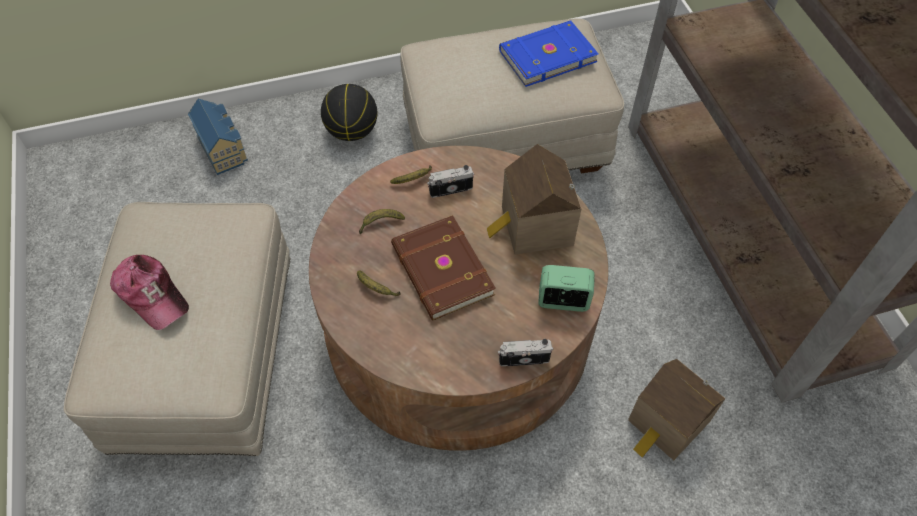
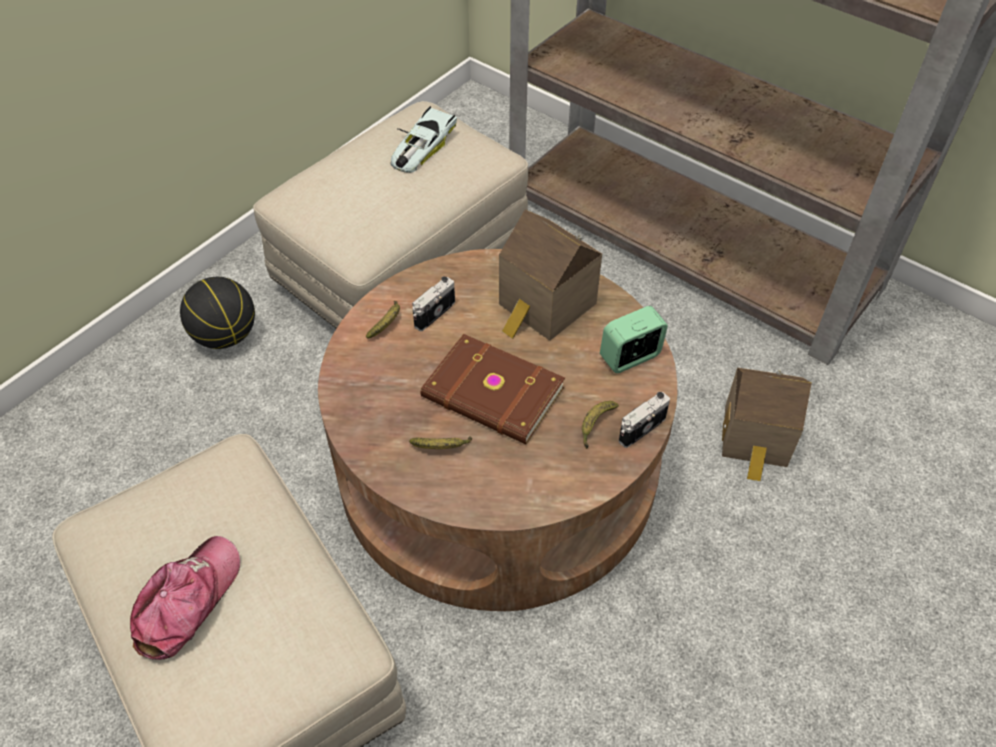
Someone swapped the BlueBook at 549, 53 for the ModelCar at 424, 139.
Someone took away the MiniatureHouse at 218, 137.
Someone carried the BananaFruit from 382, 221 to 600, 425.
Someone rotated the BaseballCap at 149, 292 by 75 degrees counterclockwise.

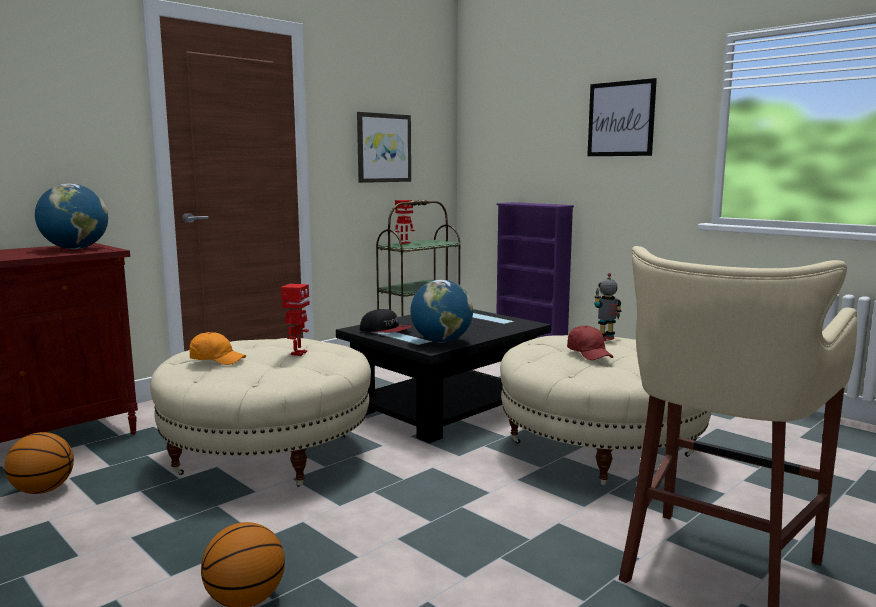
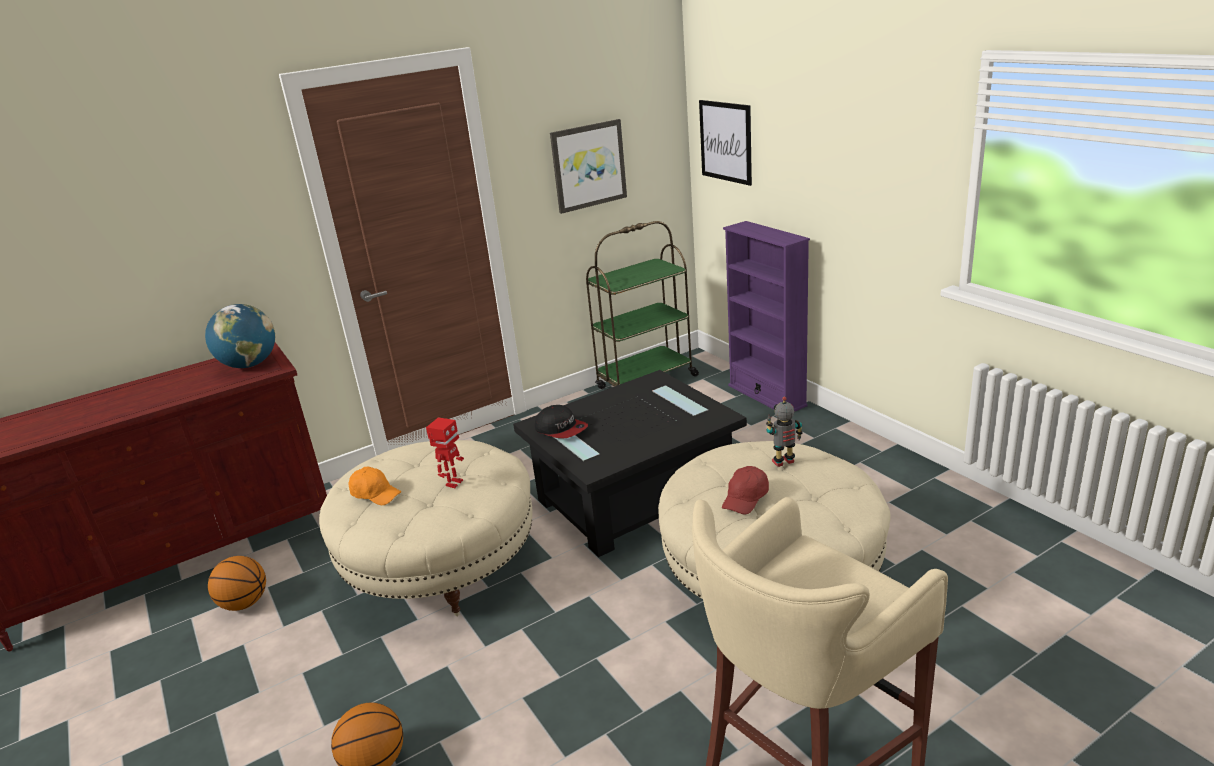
Someone carried the WallPicture from 622, 117 to 725, 143.
Someone took away the ToyRobot at 405, 222.
Someone took away the DeskGlobe at 441, 311.
Someone rotated the ReddishBaseballCap at 590, 343 by 45 degrees clockwise.

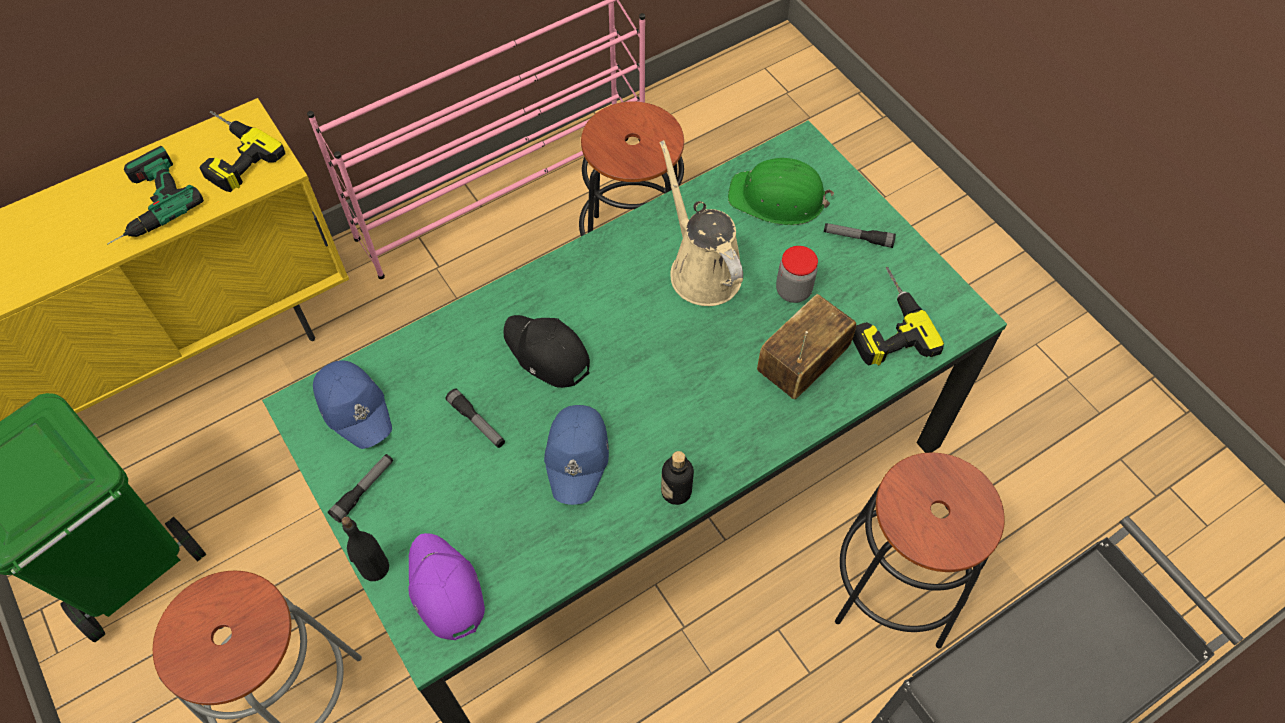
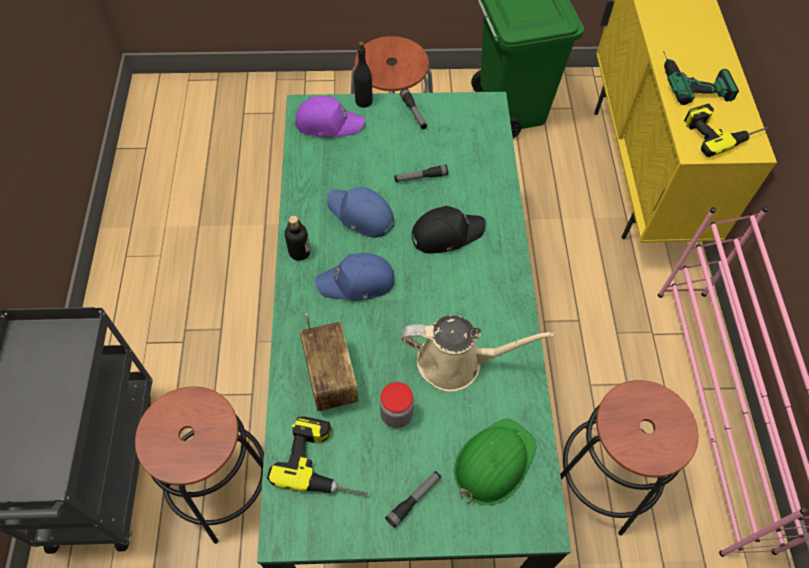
Someone carried the BlueBaseballCap from 352, 404 to 354, 277.

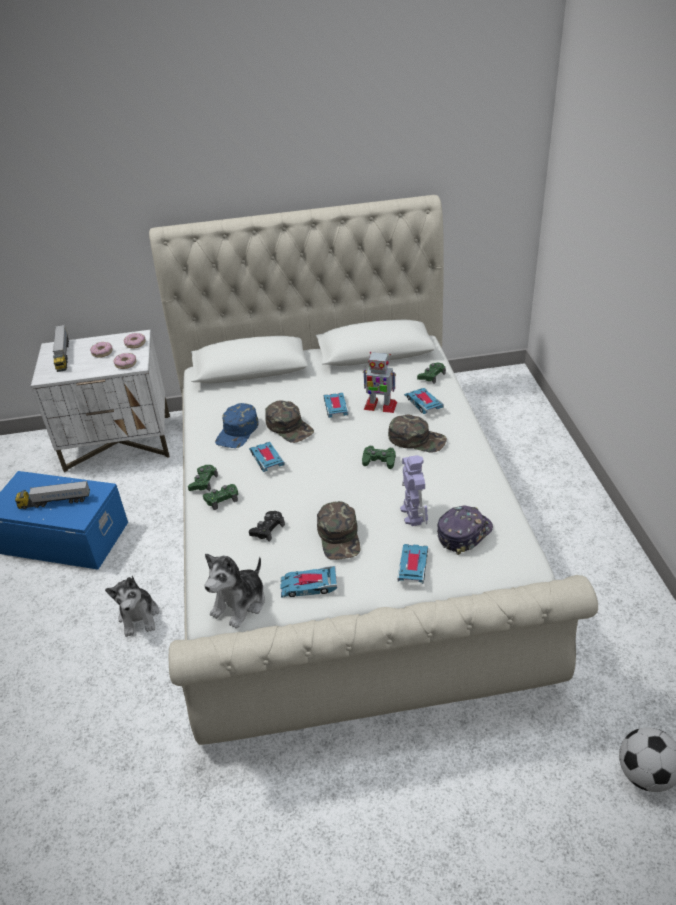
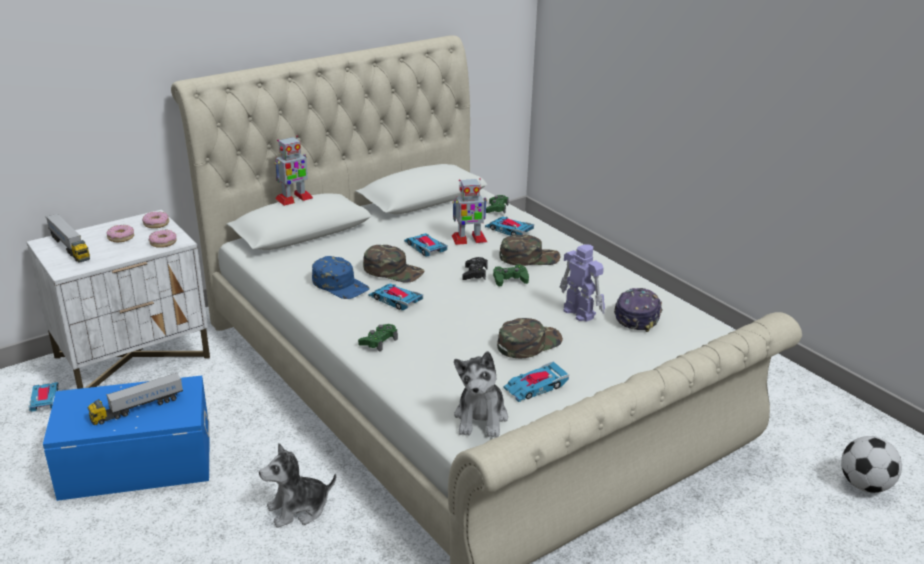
Someone rotated the BlueBaseballCap at 237, 425 by 45 degrees counterclockwise.
Someone took away the GreenJoypad at 203, 478.
Someone rotated the GreenBaseballCap at 338, 530 by 90 degrees counterclockwise.
Someone carried the BlackishJoypad from 267, 526 to 475, 268.
Someone carried the ModelCar from 412, 564 to 43, 397.
Someone rotated the CuddlyToy at 132, 606 by 105 degrees clockwise.
Someone put down the ToyRobot at 293, 171.

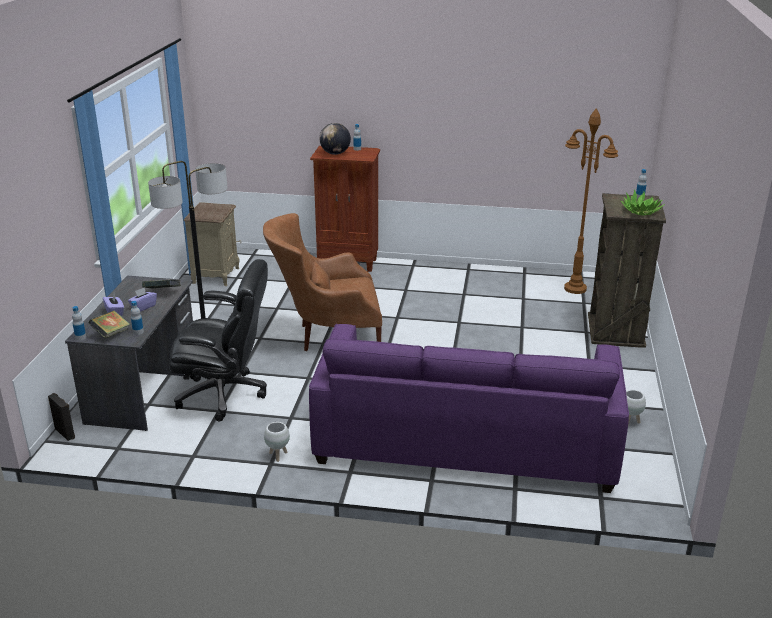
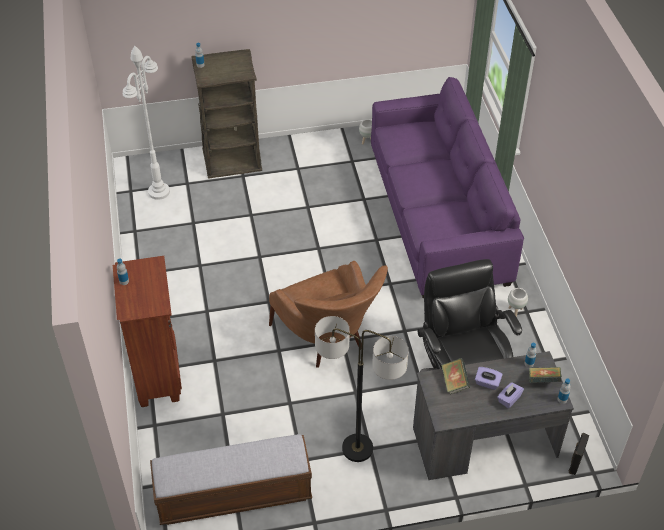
Someone repainted the BrownFloorLamp at 591, 201, which became the WhiteColouredFloorLamp at 146, 123.
Someone took away the DeskGlobe at 335, 139.
Someone took away the PlantInAPot at 643, 203.
Someone swapped the SandColouredBedsideTable at 212, 244 for the IndoorBench at 231, 479.

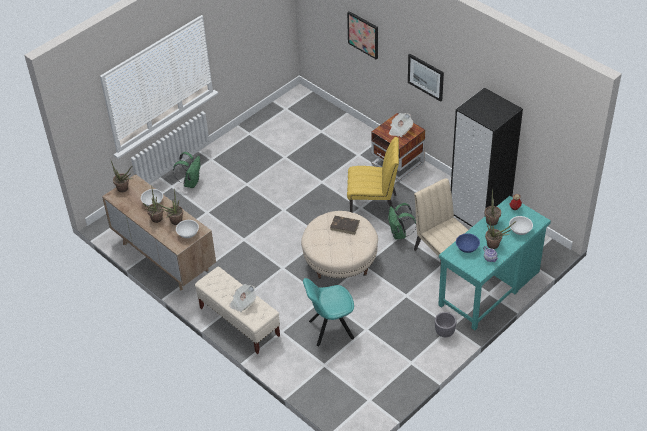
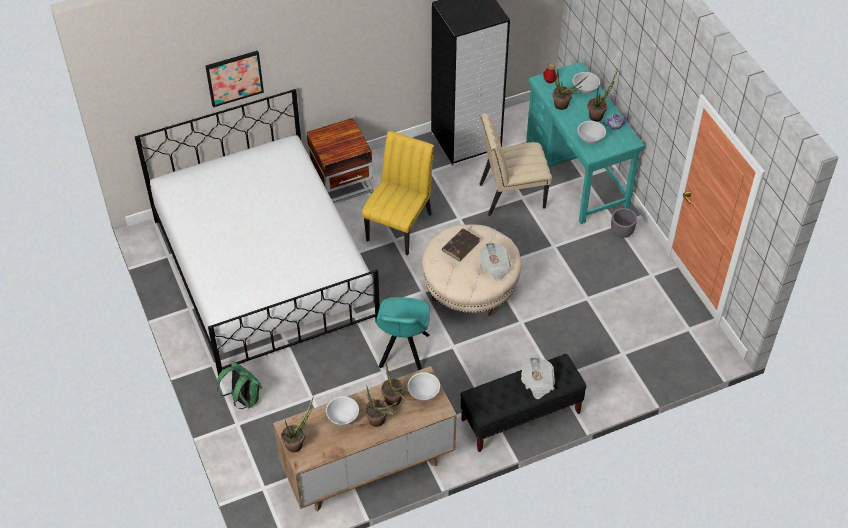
Someone took away the WallPicture at 426, 78.
Someone carried the DailyPaper from 401, 125 to 495, 261.
Someone took away the GreenRucksack at 402, 221.
Someone repainted the BlueDeepDish at 468, 243, which became the WhiteColouredDeepDish at 592, 132.
Someone repainted the SandColouredIndoorBench at 237, 310, which became the BlackishIndoorBench at 523, 403.
Someone carried the TurquoiseColouredUprightChair from 328, 312 to 403, 333.
Someone put down the WhiteColouredSleepingBed at 257, 232.

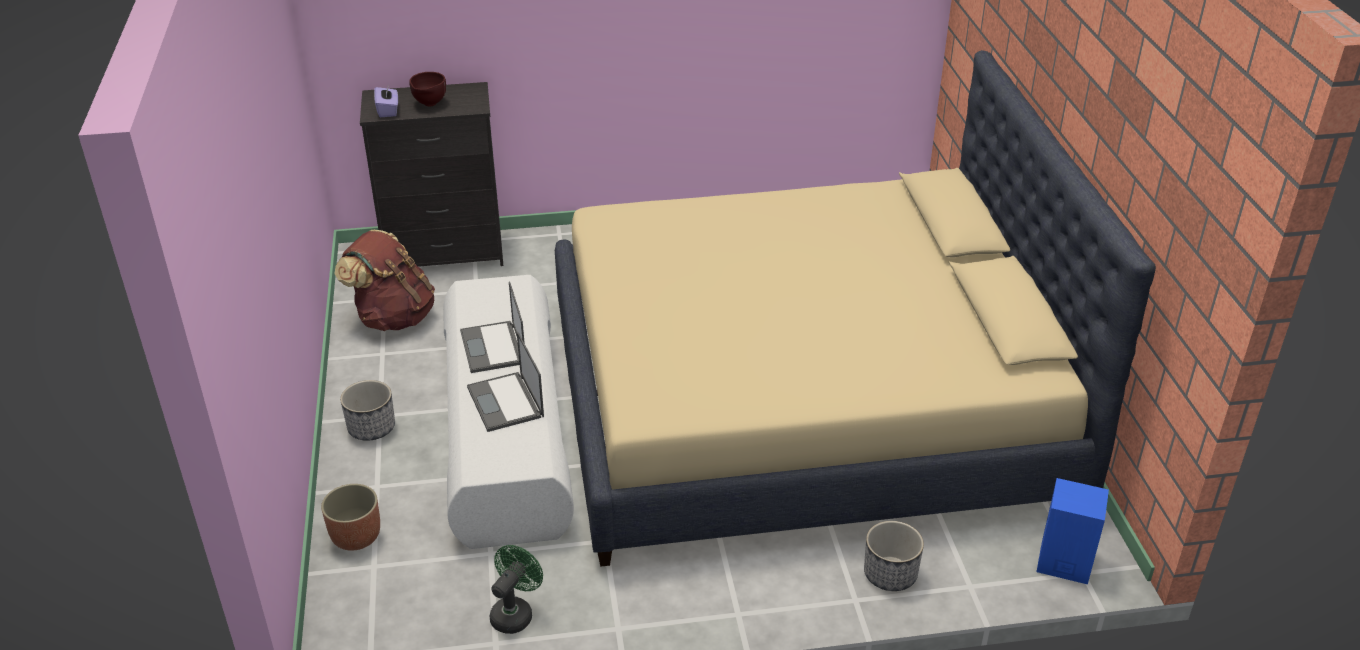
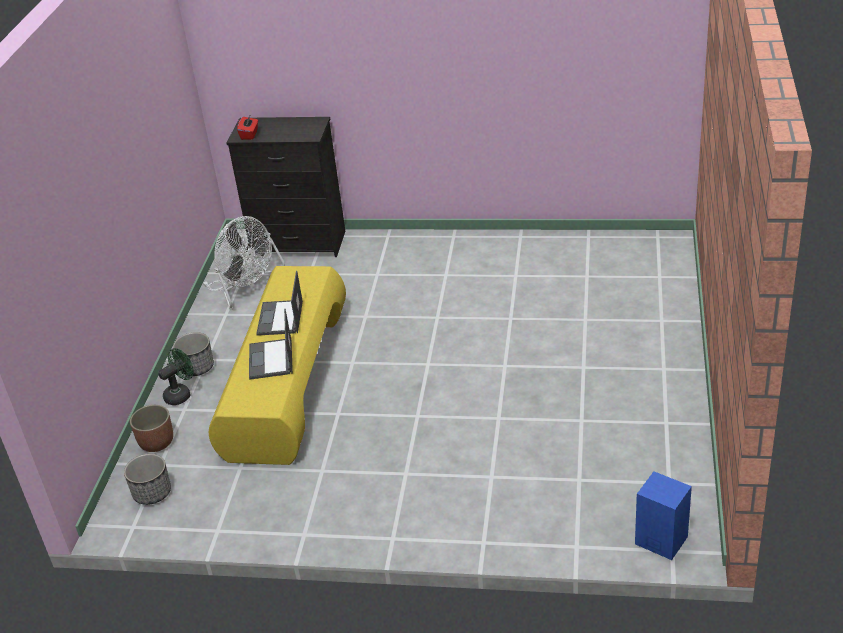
Someone took away the SandColouredSleepingBed at 855, 308.
Someone took away the BrownDeepDish at 427, 89.
Someone repainted the PurpleColouredTissueBox at 386, 101, which became the ReddishTissueBox at 247, 127.
Someone swapped the BrownRucksack at 384, 280 for the WhiteColouredCoolingFan at 244, 263.
Someone repainted the WhiteColouredIndoorBench at 508, 412, which became the YellowishIndoorBench at 277, 365.
Someone carried the PlantPot from 894, 556 to 147, 479.
Someone carried the GreenCoolingFan from 516, 589 to 176, 376.

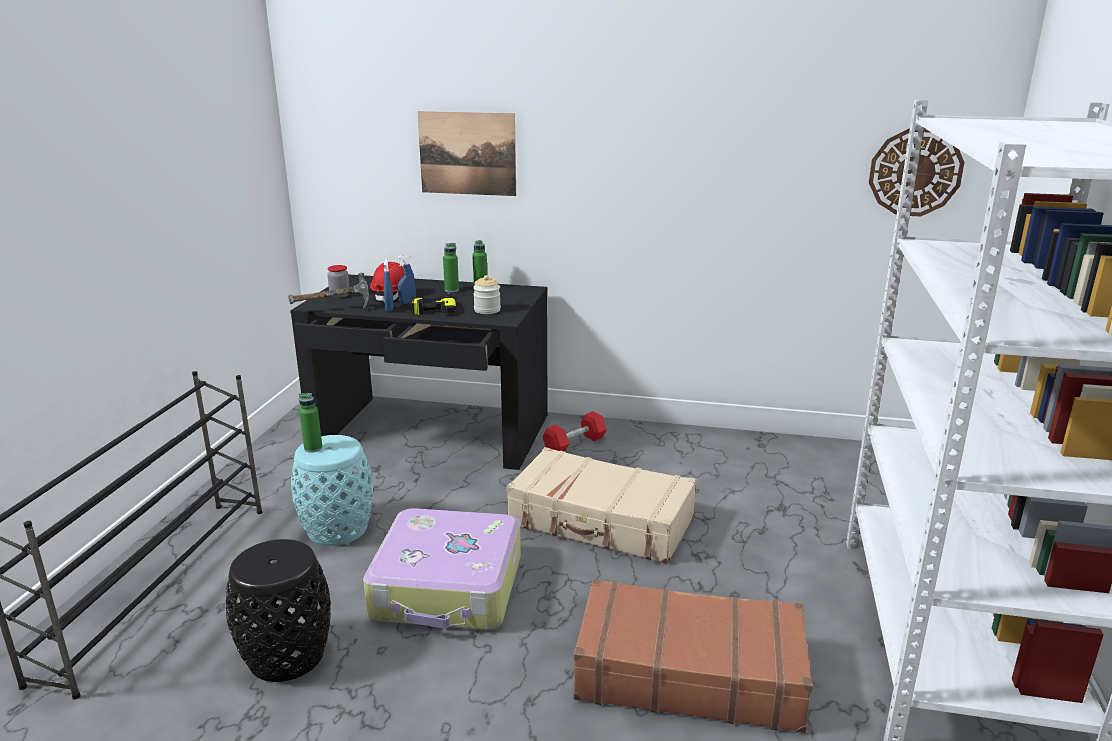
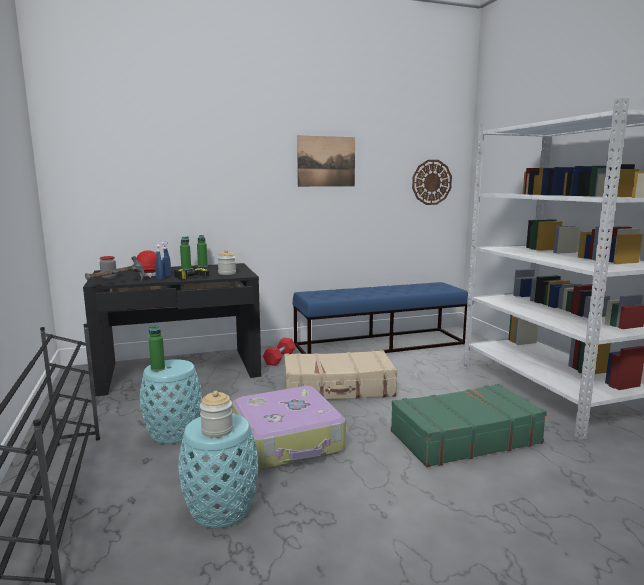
Someone carried the WallPicture from 466, 153 to 326, 161.
Someone repainted the BlackishSittingStool at 278, 610, which became the TurquoiseColouredSittingStool at 218, 470.
Someone repainted the BrownTravelCase at 693, 656, which became the GreenTravelCase at 469, 425.
Someone put down the BlueIndoorBench at 380, 318.
Someone put down the Jar at 216, 414.

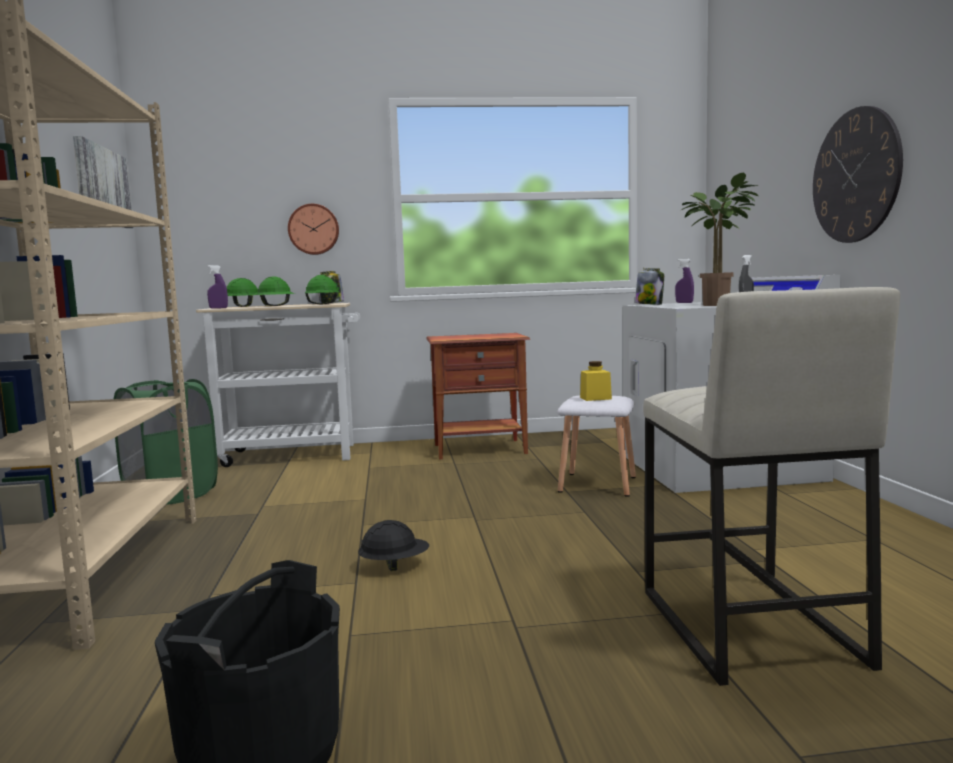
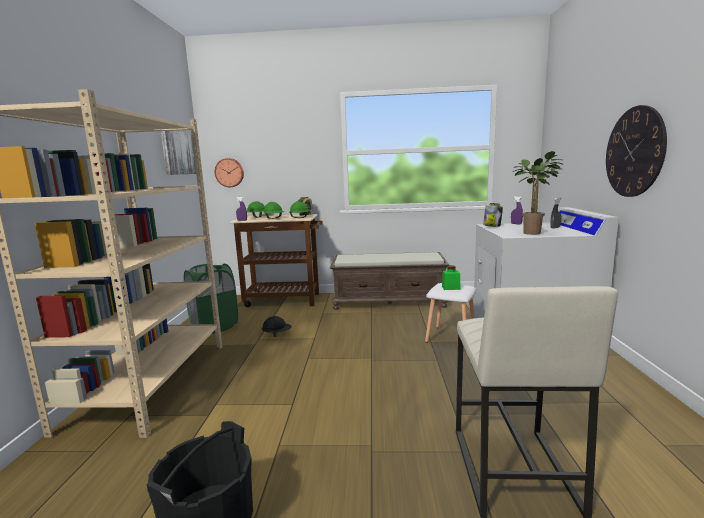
Someone carried the WallClock from 313, 229 to 229, 172.
Someone repainted the WhiteColouredTrolley at 278, 385, which became the BrownTrolley at 276, 260.
Someone swapped the BedsideTable at 478, 396 for the BrownIndoorBench at 389, 281.
Someone repainted the YellowishJar at 596, 381, which became the GreenJar at 451, 277.
Someone carried the BlackishWorkHelmet from 393, 545 to 277, 326.

